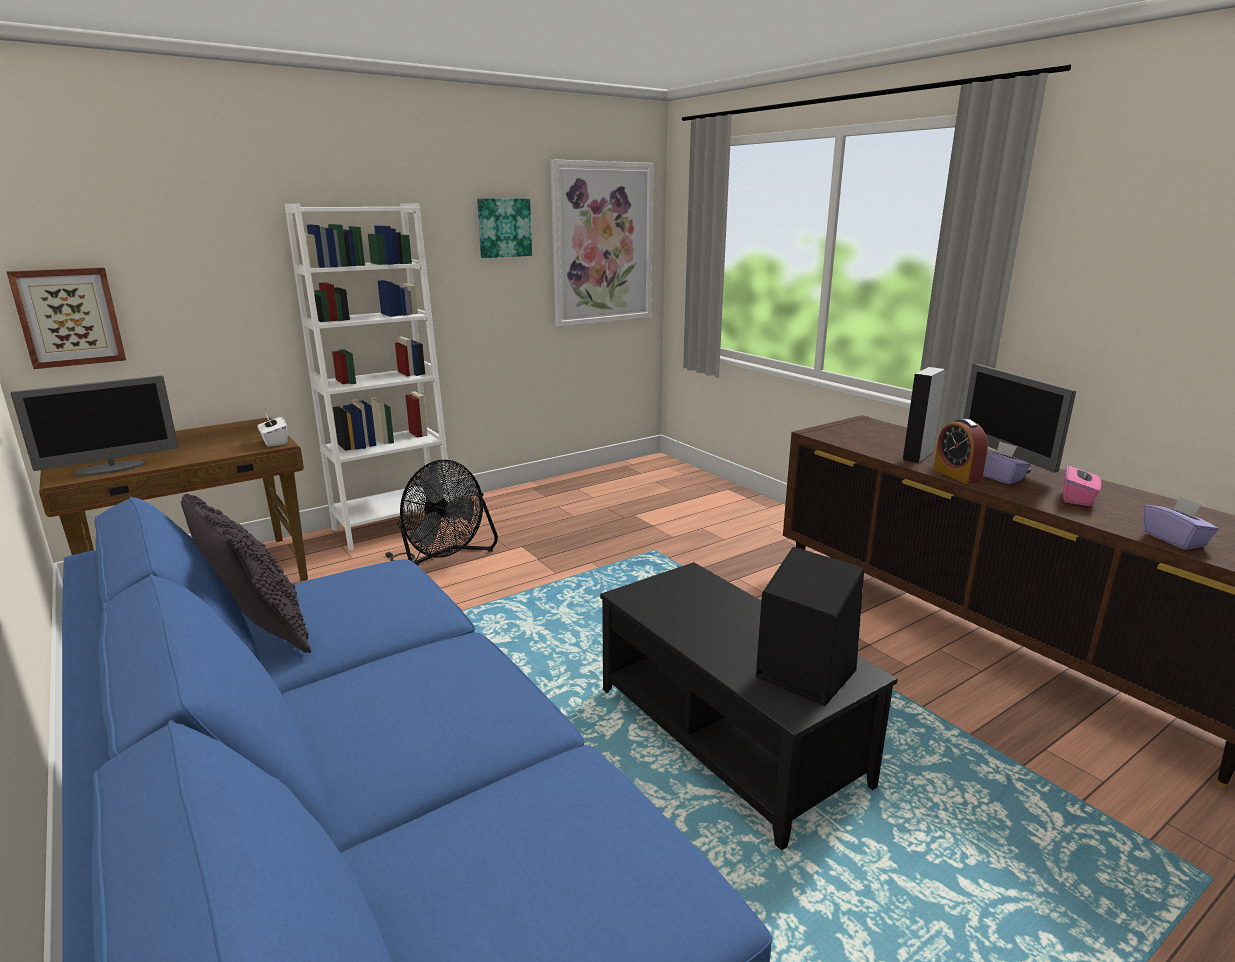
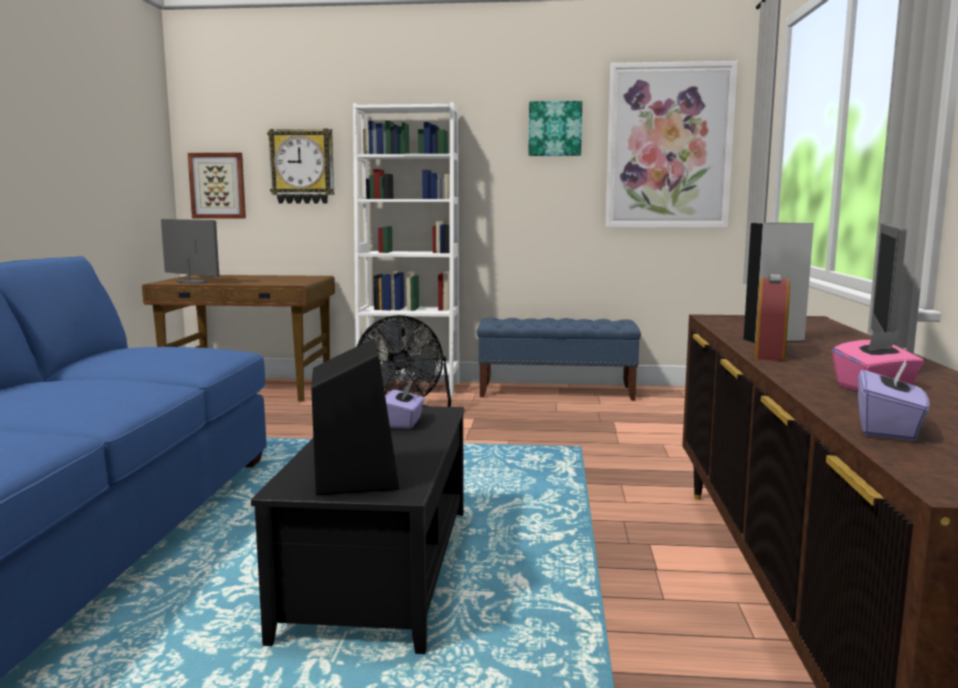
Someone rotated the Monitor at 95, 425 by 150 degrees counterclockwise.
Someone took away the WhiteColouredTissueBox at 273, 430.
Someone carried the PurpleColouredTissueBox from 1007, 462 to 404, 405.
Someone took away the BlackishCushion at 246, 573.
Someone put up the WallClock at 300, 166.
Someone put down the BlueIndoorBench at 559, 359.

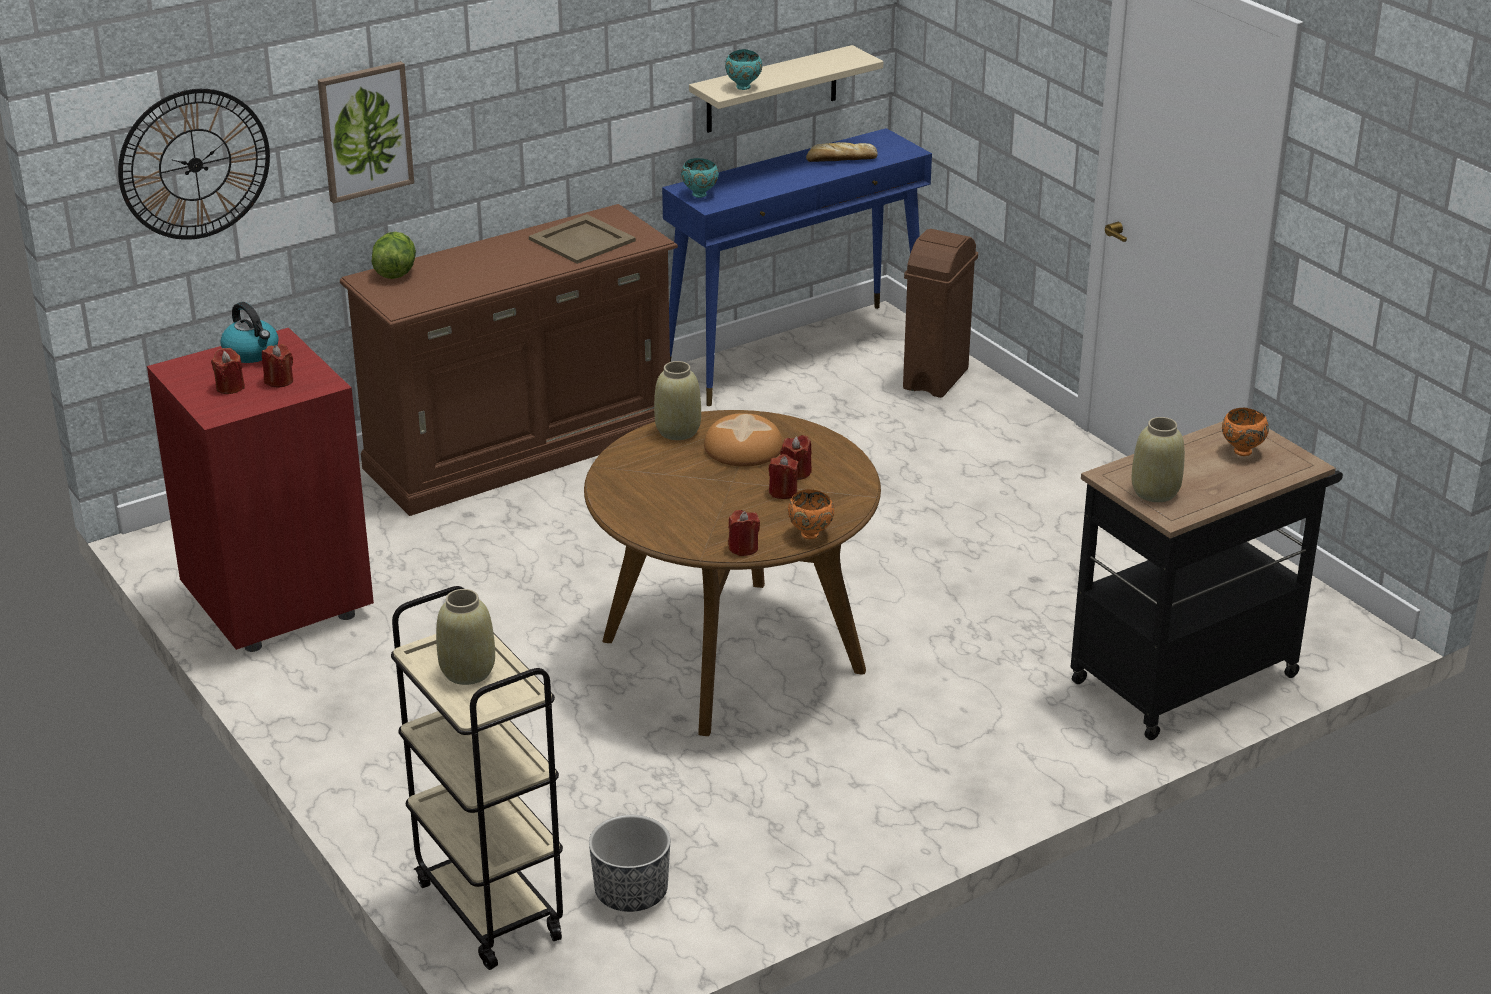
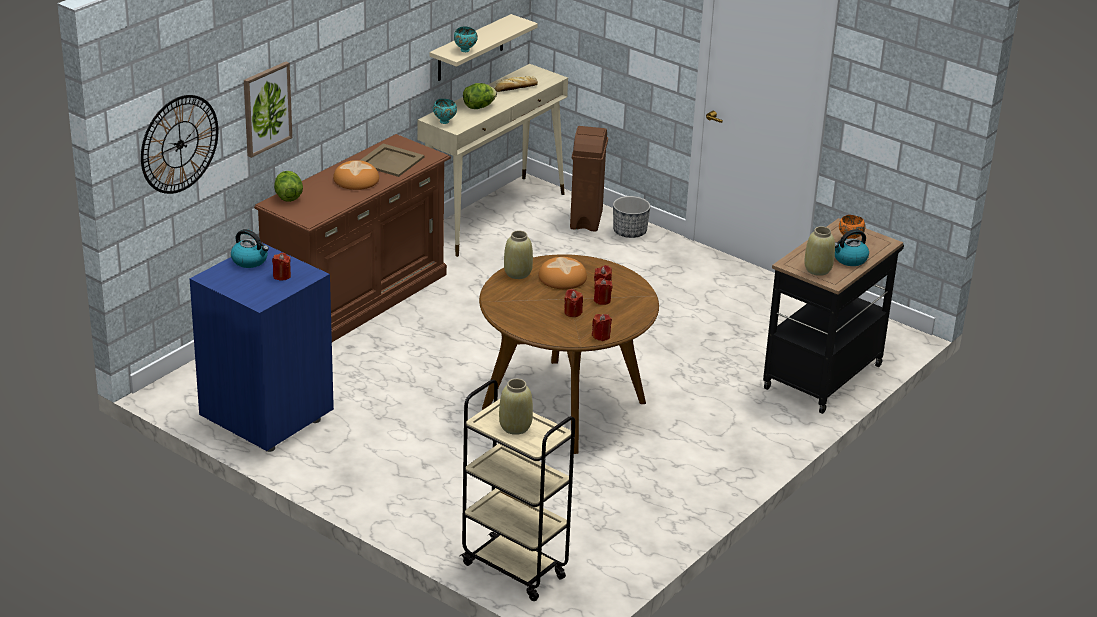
Someone repainted the BlueHallTable at 797, 267, which became the SandColouredHallTable at 492, 160.
Someone repainted the ReddishChestOfDrawers at 260, 490, which became the BlueChestOfDrawers at 262, 347.
Someone carried the ReddishWaxLight from 228, 371 to 573, 303.
Someone took away the OrangeDeepDish at 811, 514.
Someone carried the PlantPot from 630, 863 to 631, 217.
Someone put down the LettuceHead at 480, 96.
Someone put down the BakedBread at 356, 175.
Someone put down the WaterKettle at 852, 247.

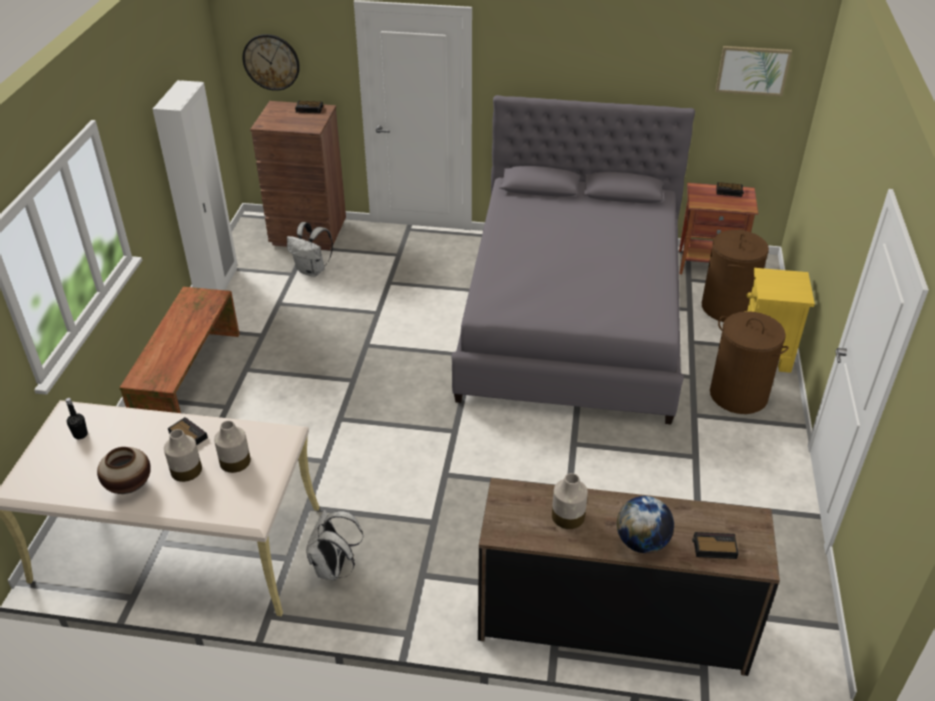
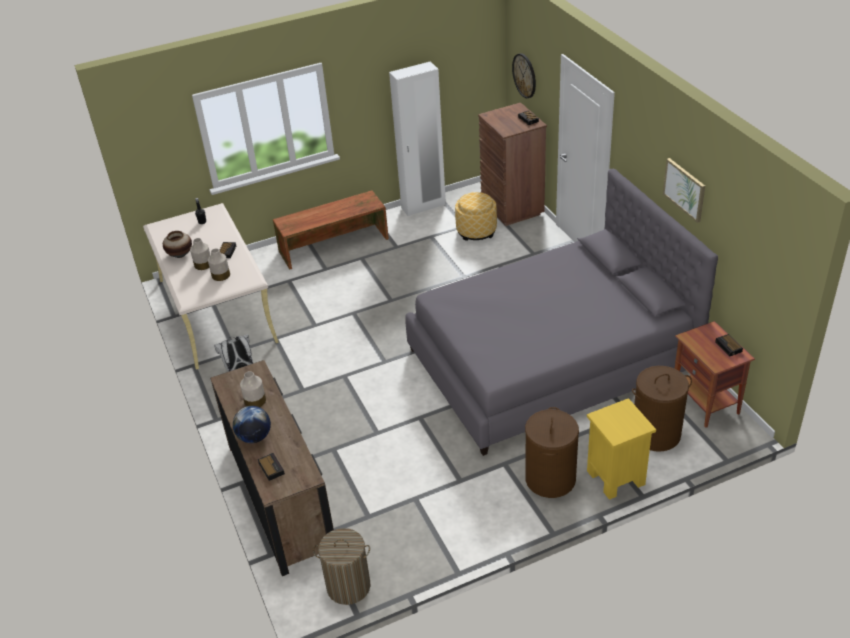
Someone carried the WallPicture from 754, 71 to 684, 190.
Someone swapped the WhiteColouredRucksack at 310, 249 for the Footrest at 476, 216.
Someone put down the WashingBasket at 341, 566.

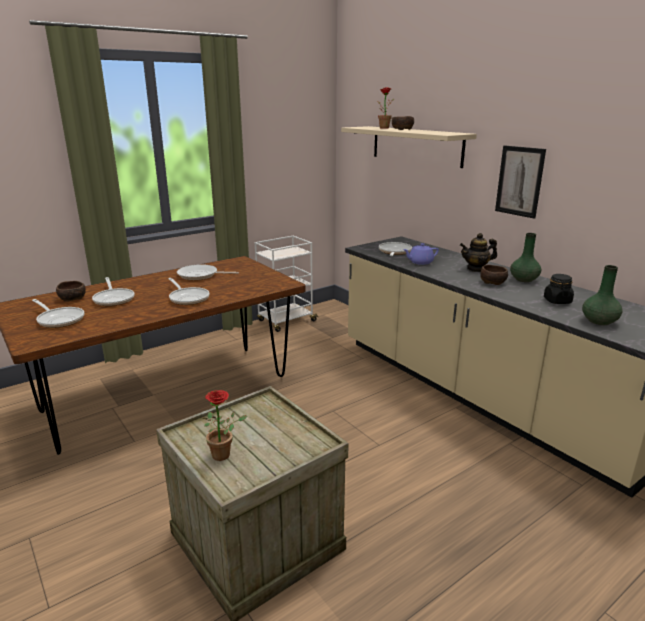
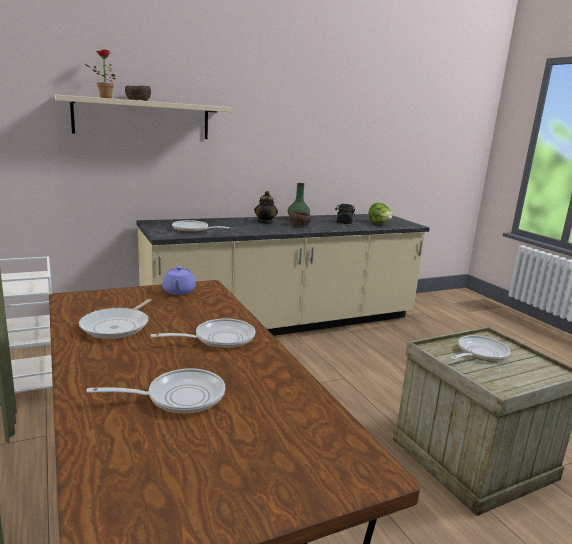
Someone took away the WallPicture at 520, 182.
Someone carried the PurpleColouredTeaPot from 421, 254 to 179, 280.
Someone swapped the GreenDecorativeVase at 602, 295 for the LettuceHead at 380, 213.
Someone took away the BrownDeepDish at 71, 291.
Someone carried the FryingPan from 58, 313 to 480, 348.
Someone took away the PlantInAPot at 225, 425.

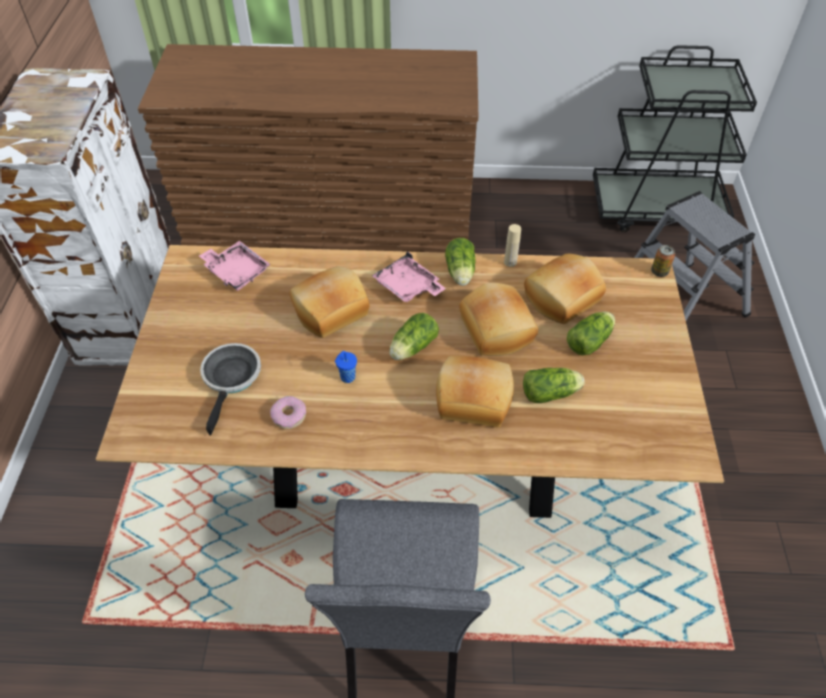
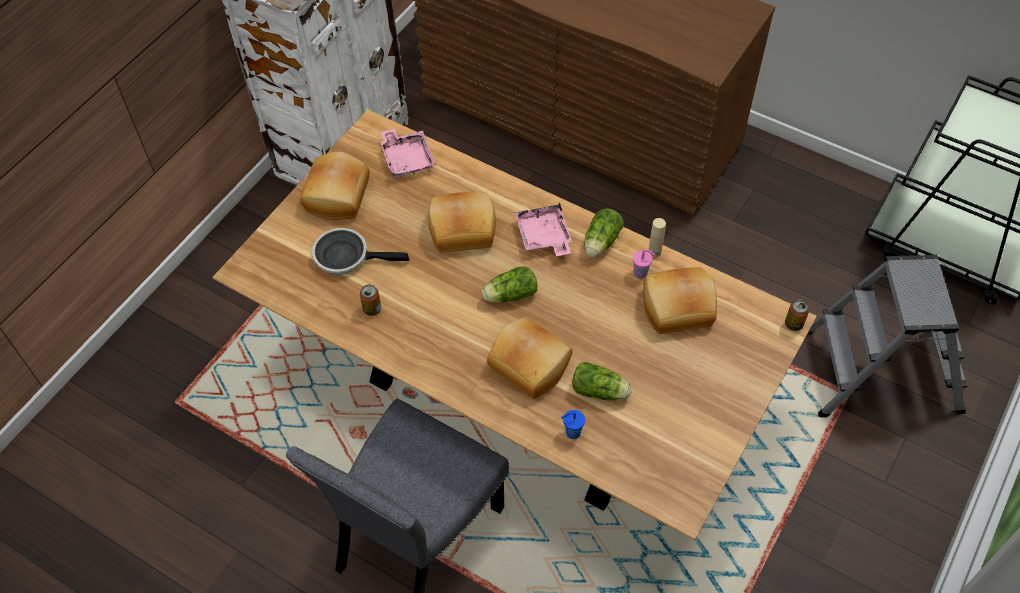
Someone carried the BakedBread from 498, 319 to 335, 186.
Someone took away the LettuceHead at 591, 333.
Someone rotated the FryingPan at 230, 389 by 120 degrees counterclockwise.
Someone carried the BlueSmallCup from 346, 367 to 573, 424.
Someone swapped the Donut at 288, 412 for the Can at 370, 300.
Someone put down the PinkishSmallCup at 644, 264.

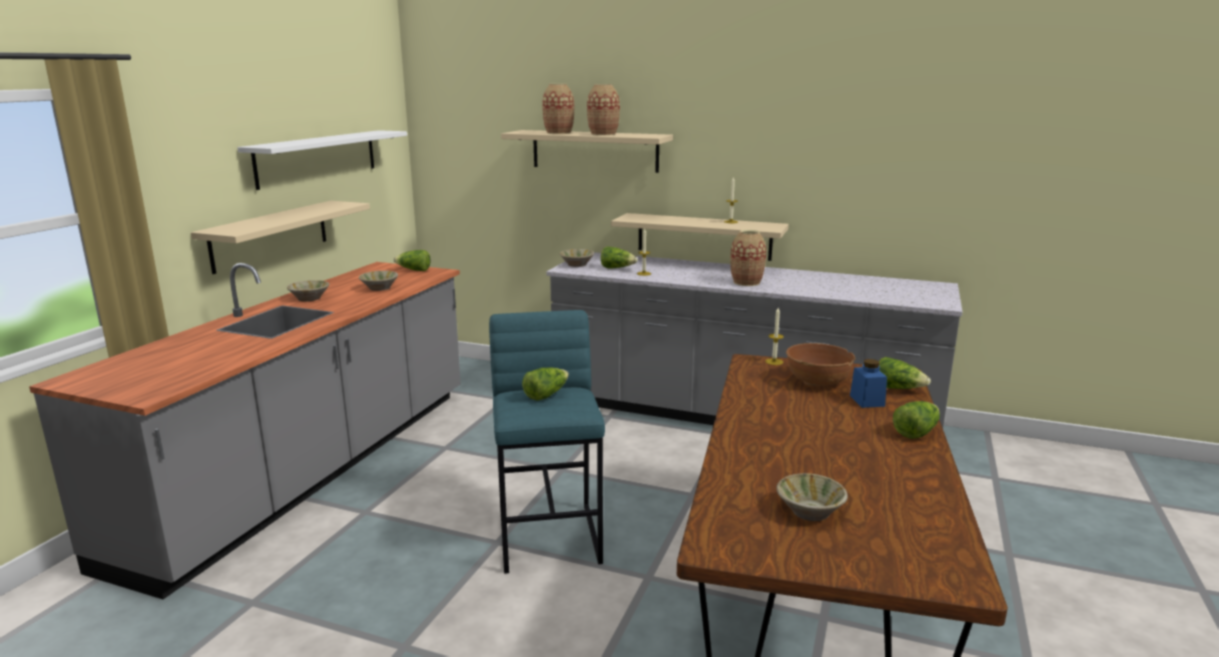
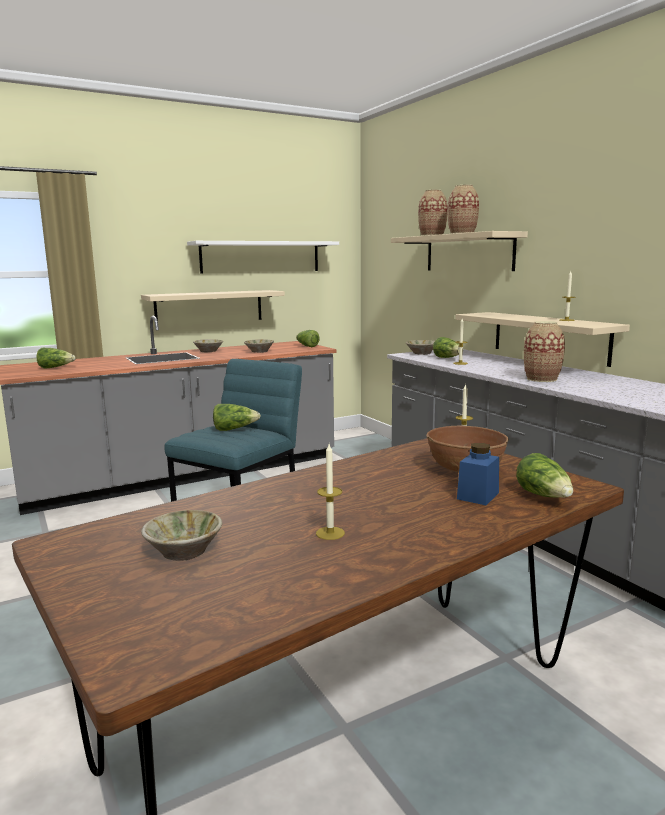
Someone carried the LettuceHead from 916, 420 to 56, 358.
Someone put down the WaxLight at 330, 492.

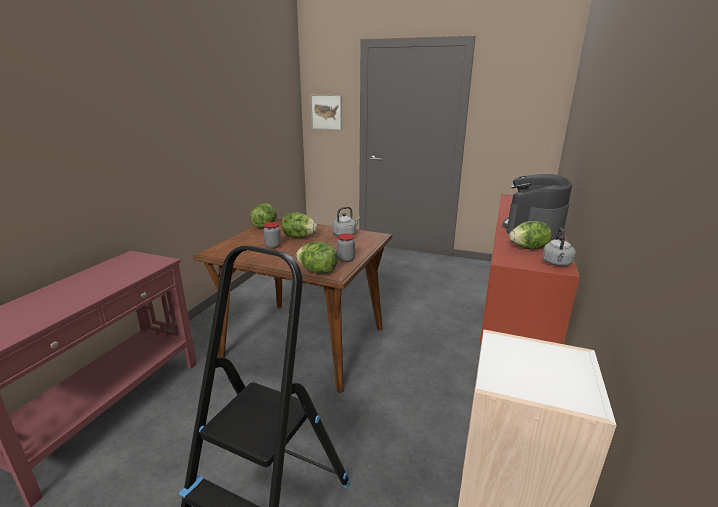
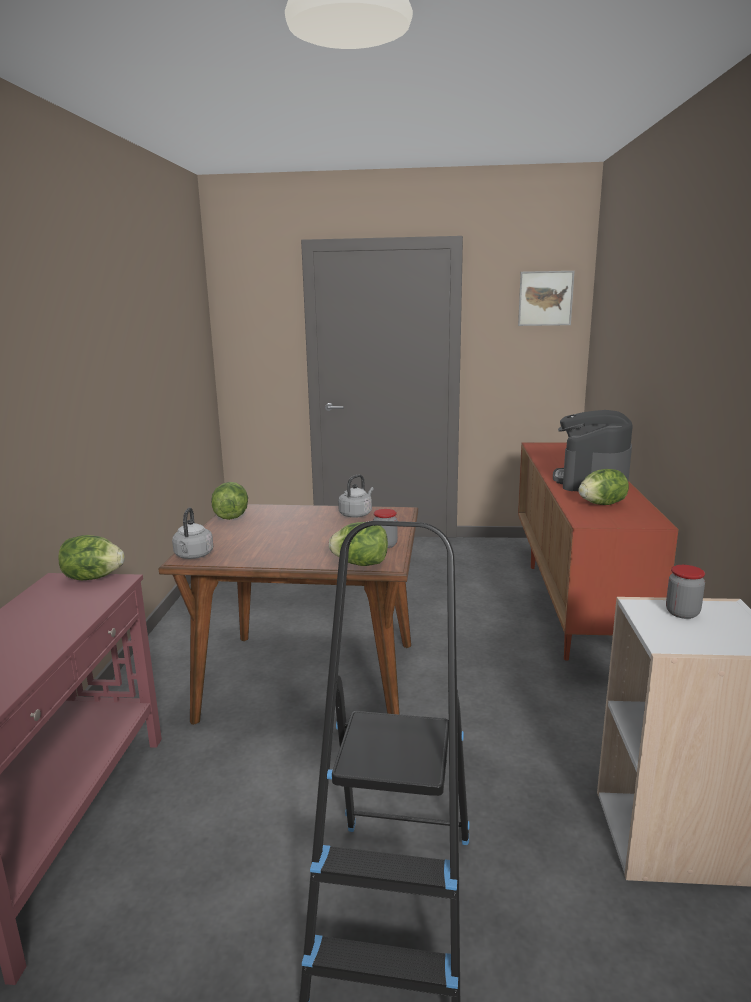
Someone carried the WallPicture from 326, 112 to 546, 298.
Someone carried the LettuceHead from 299, 225 to 91, 557.
Someone carried the Jar from 272, 235 to 685, 592.
Someone carried the GreyishWaterKettle from 559, 247 to 192, 533.

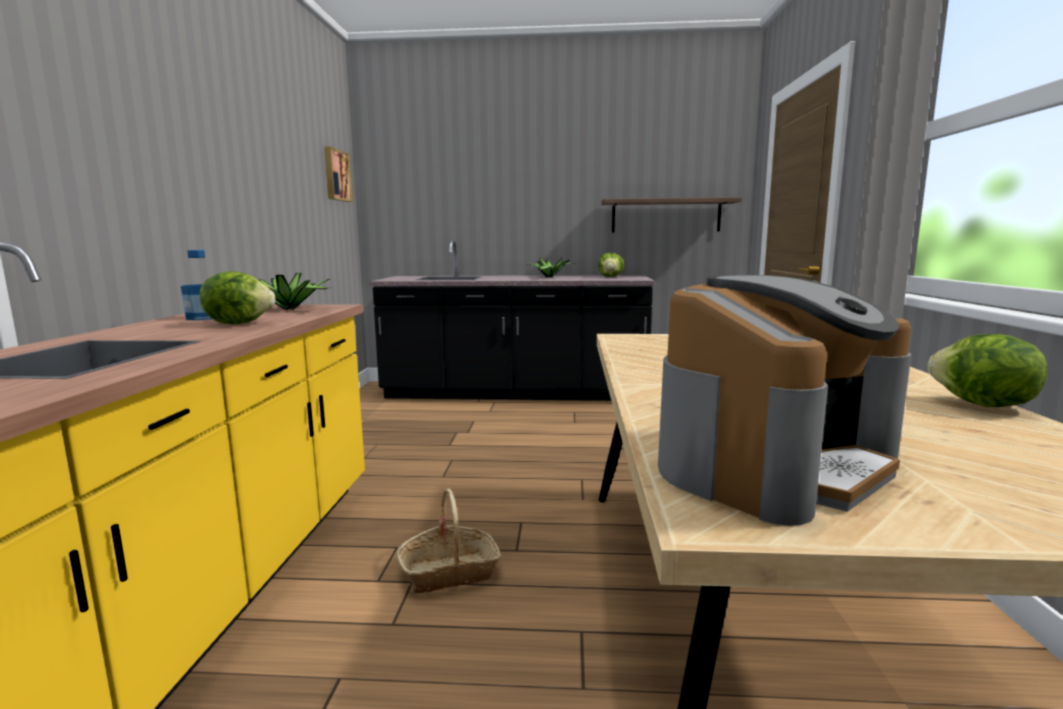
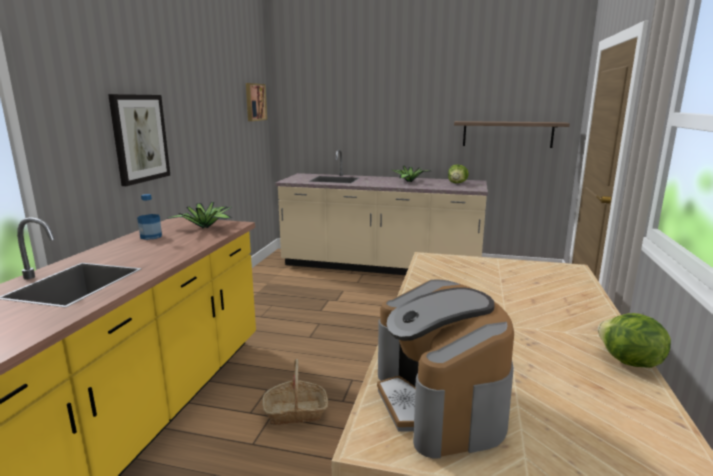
Someone repainted the BlackishKitchenBaseUnit at 512, 320, which became the SandColouredKitchenBaseUnit at 381, 212.
Someone took away the LettuceHead at 238, 297.
Someone rotated the CoffeeBrewer at 785, 400 by 105 degrees clockwise.
Someone put up the WallPicture at 139, 140.

